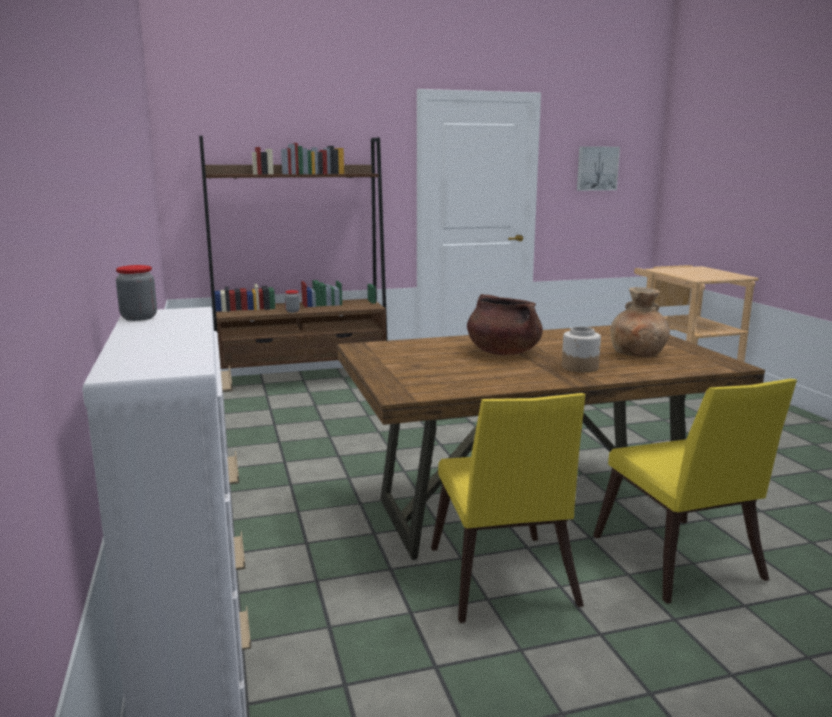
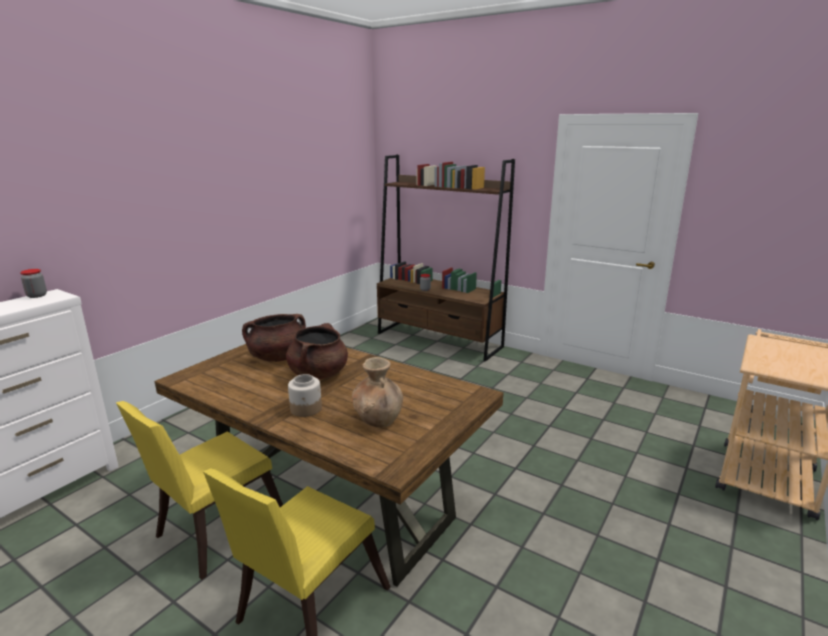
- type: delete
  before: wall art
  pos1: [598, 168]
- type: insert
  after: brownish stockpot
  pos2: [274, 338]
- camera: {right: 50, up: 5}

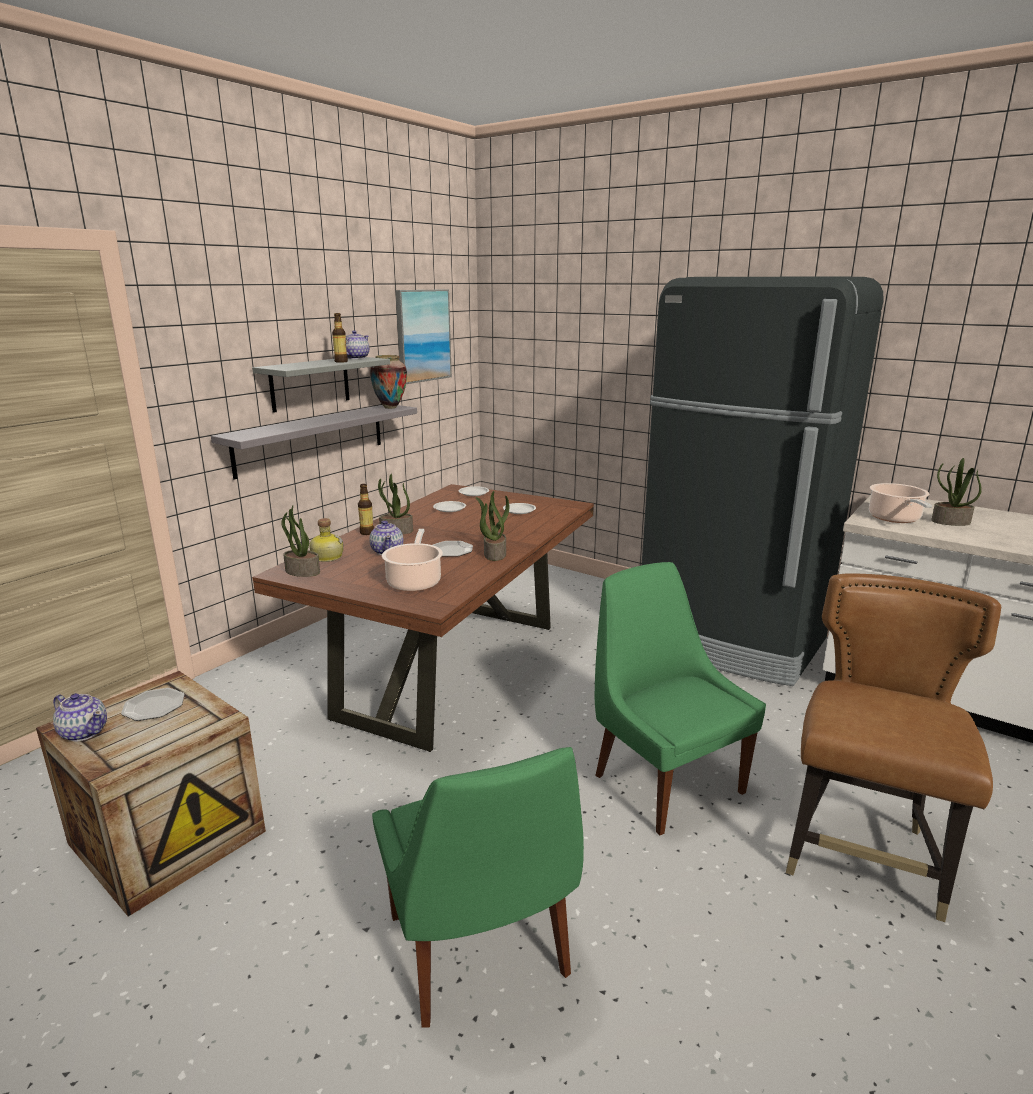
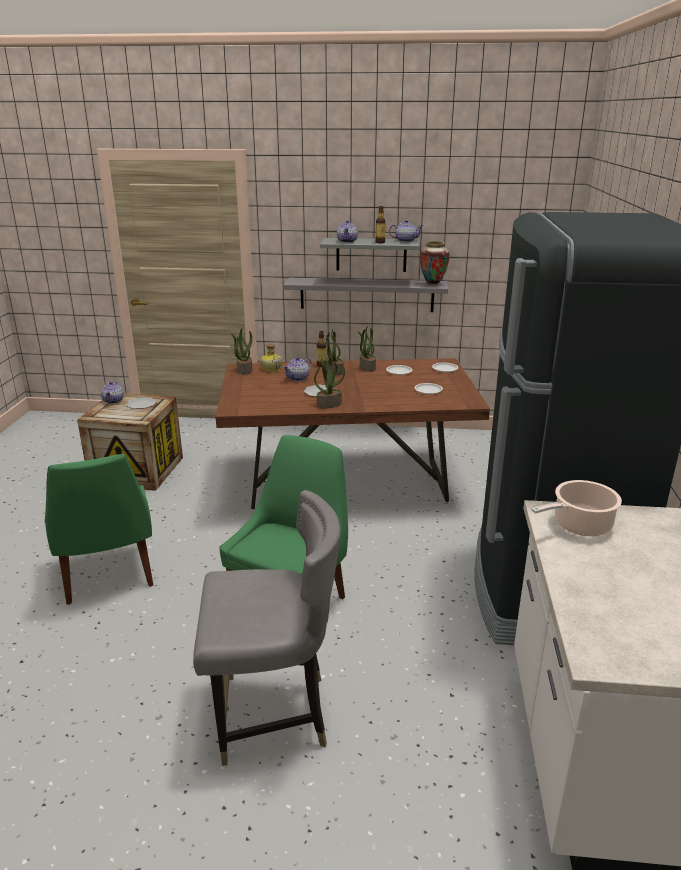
- type: delete
  before: wall art
  pos1: [424, 336]
- type: move
  before: houseplant
  pos1: [956, 492]
  pos2: [366, 349]
- type: delete
  before: stockpot
  pos1: [412, 560]
- type: recolor
  before: brownish upright chair
  after: greyish upright chair
  pos1: [893, 747]
  pos2: [266, 628]
- type: rotate
  before: green upright chair
  pos1: [478, 887]
  pos2: [99, 529]
  turn: -60
- type: insert
  after: tea pot
  pos2: [347, 231]
- camera: {right: 60, up: 5}

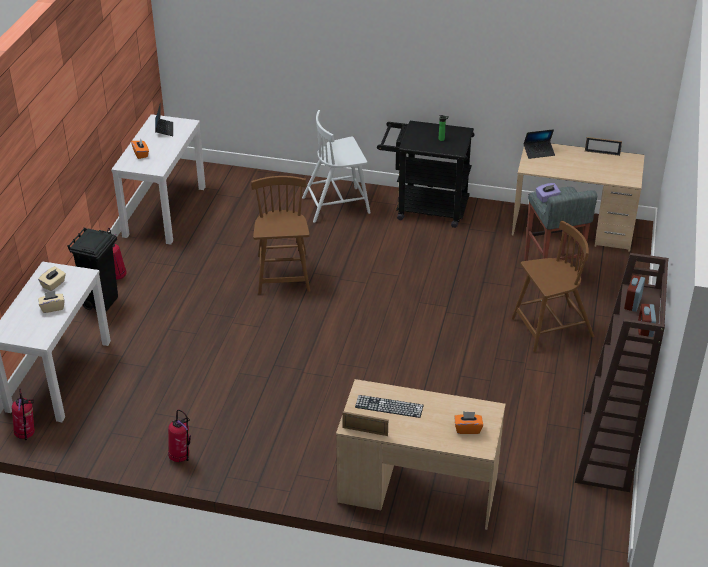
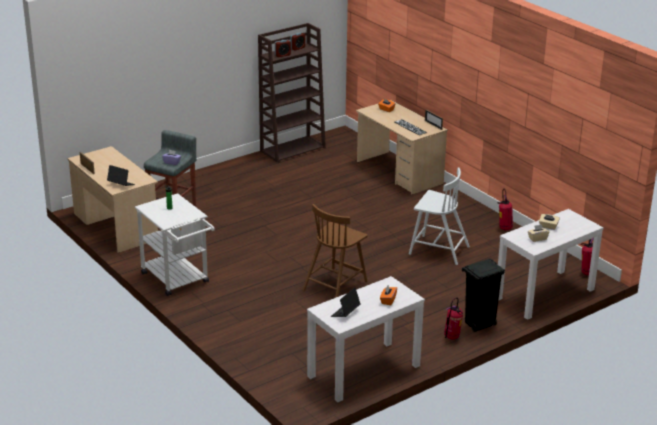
- type: move
  before: white upright chair
  pos1: [336, 166]
  pos2: [439, 216]
- type: recolor
  before: blackish cart
  after: white cart
  pos1: [426, 174]
  pos2: [175, 244]
- type: delete
  before: brownish upright chair
  pos1: [552, 286]
- camera: {right: -140, up: -10}

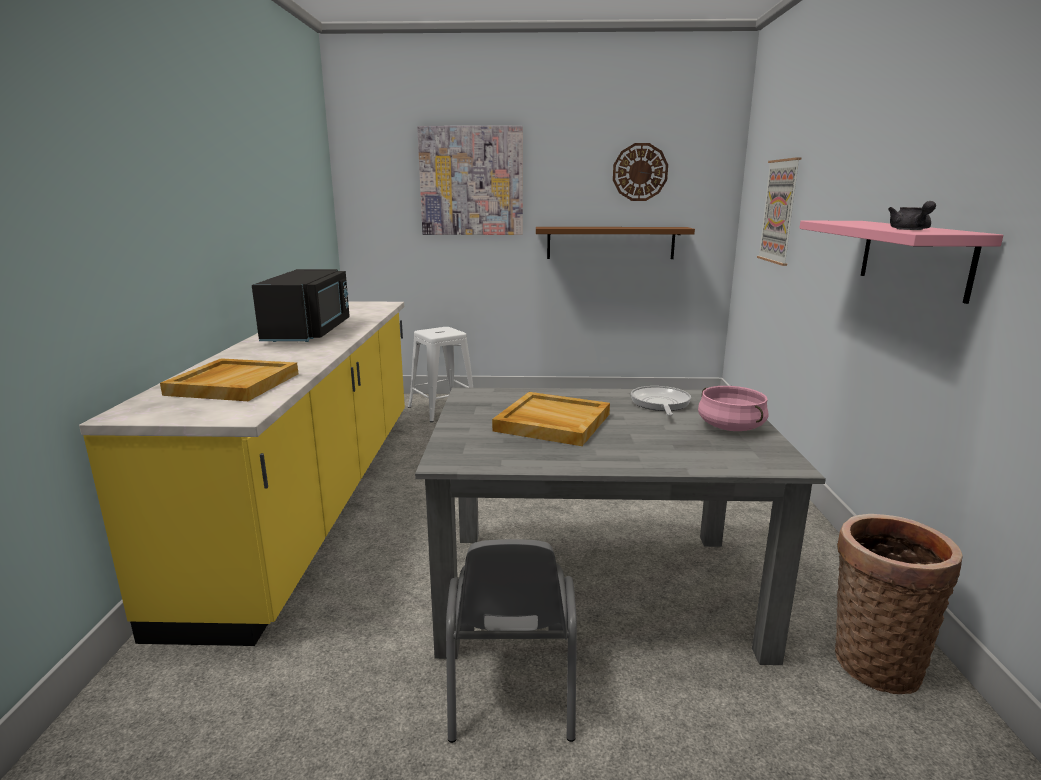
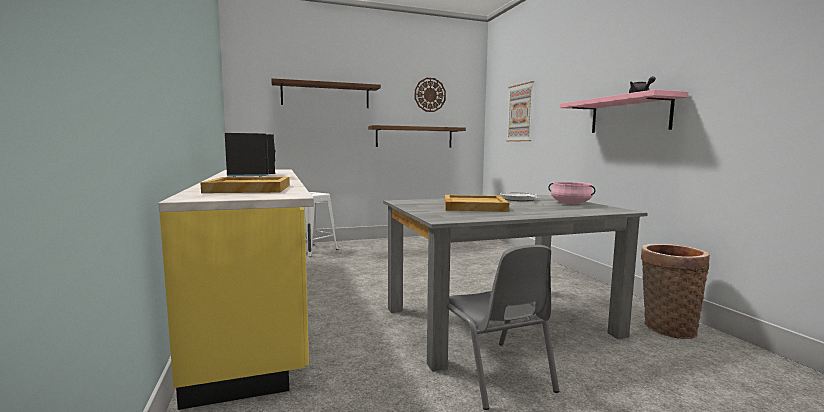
- type: replace
  before: wall art
  after: brownish shelf
  pos1: [470, 180]
  pos2: [326, 93]
- camera: {right: -20, up: -10}

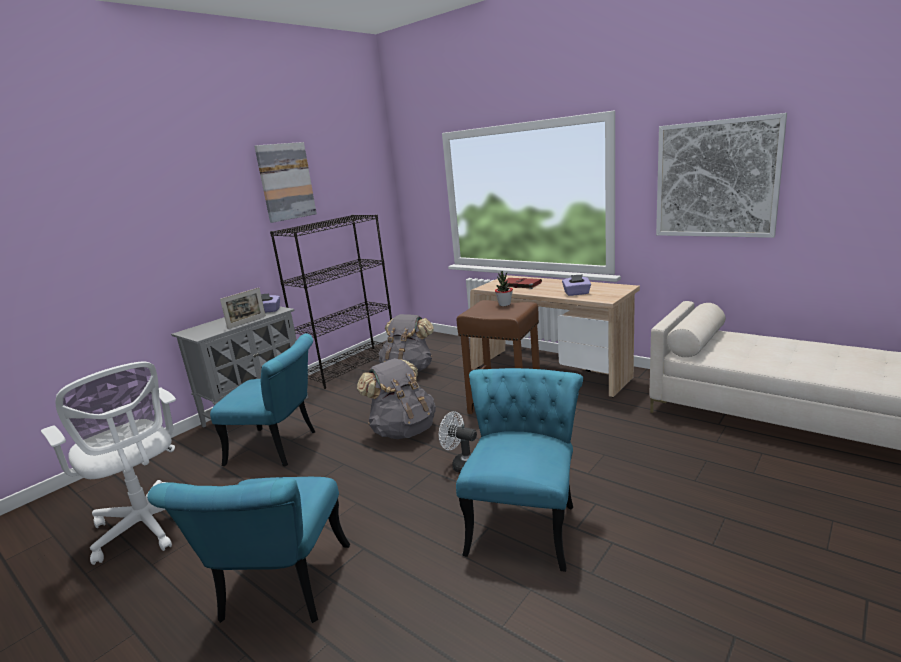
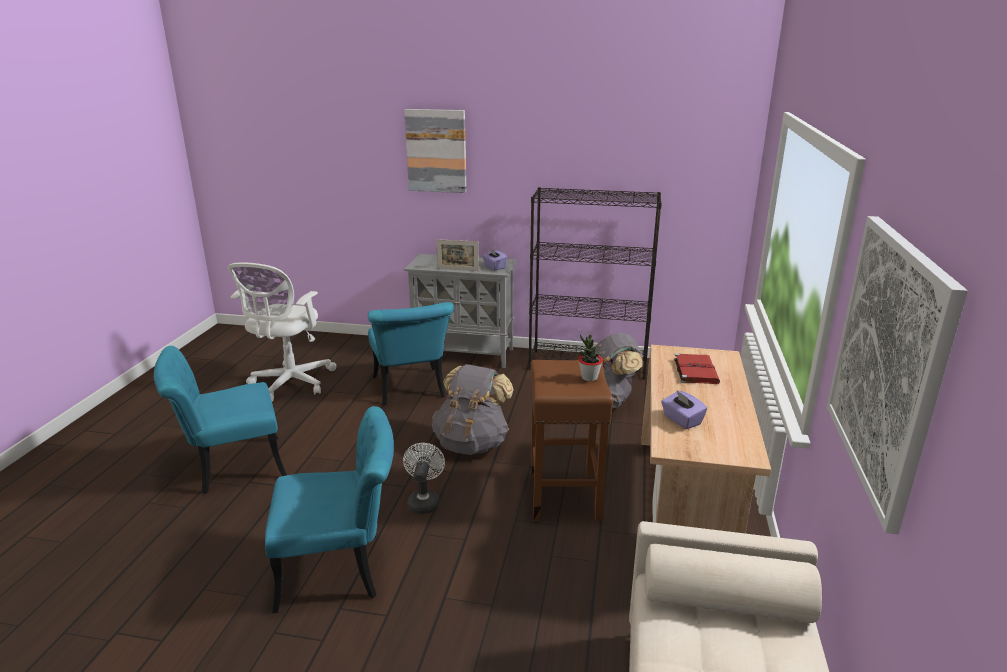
- type: move
  before: wall art
  pos1: [285, 182]
  pos2: [435, 151]
- camera: {right: 60, up: 5}

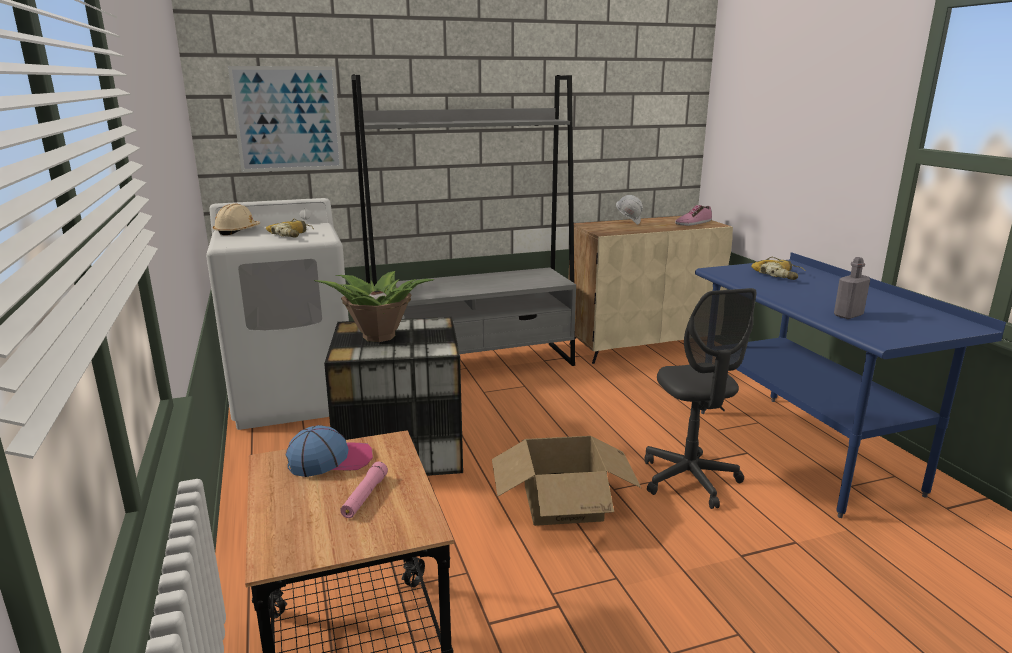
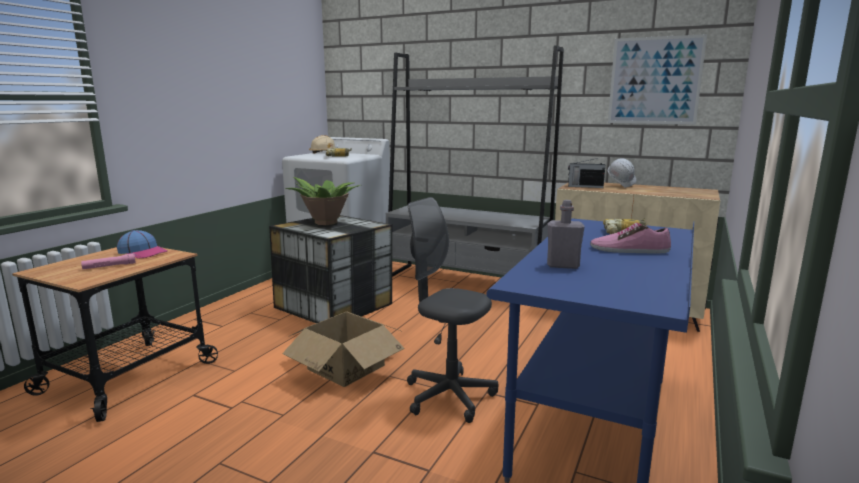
- type: move
  before: wall art
  pos1: [285, 119]
  pos2: [657, 79]
- type: move
  before: shoe
  pos1: [693, 215]
  pos2: [630, 238]
- type: rotate
  before: greyish desk chair
  pos1: [700, 398]
  pos2: [452, 310]
  turn: 90
- type: insert
  after: radio set
  pos2: [586, 173]
- camera: {right: 45, up: -5}

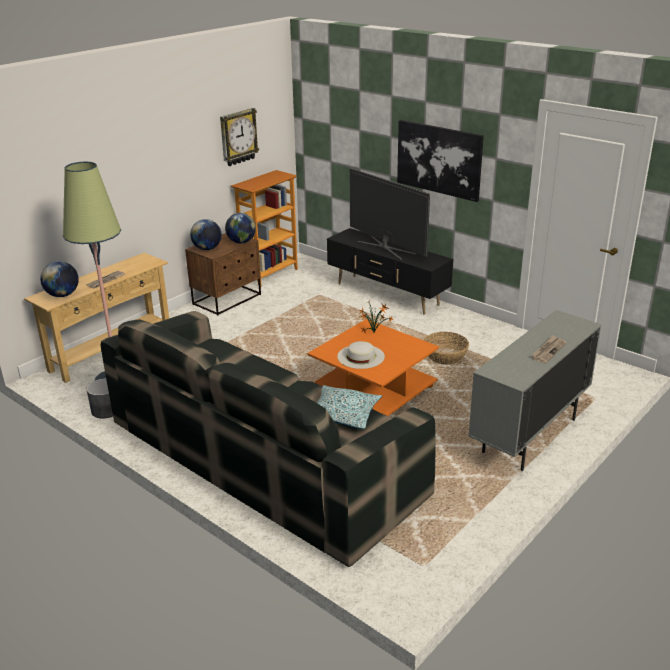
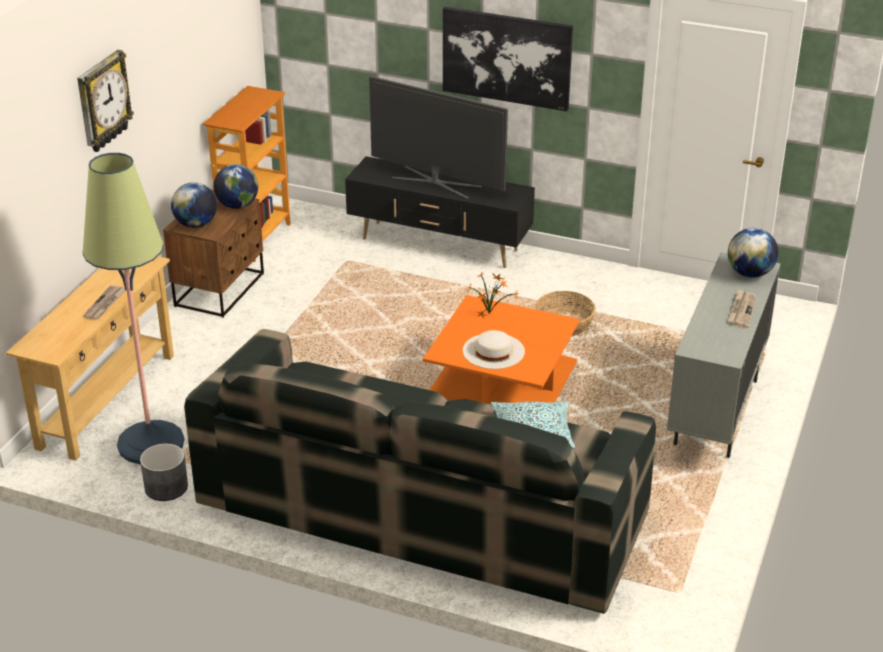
- type: move
  before: hanging clock
  pos1: [239, 137]
  pos2: [105, 101]
- type: move
  before: world globe
  pos1: [59, 279]
  pos2: [753, 253]
- camera: {right: -20, up: 5}

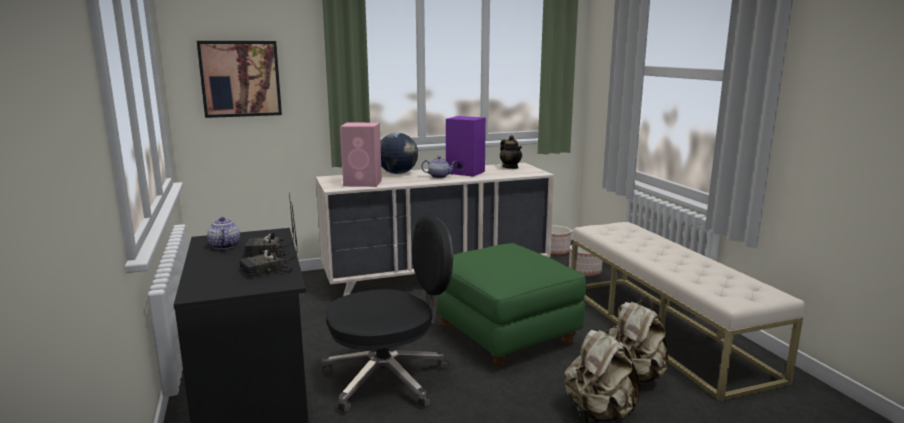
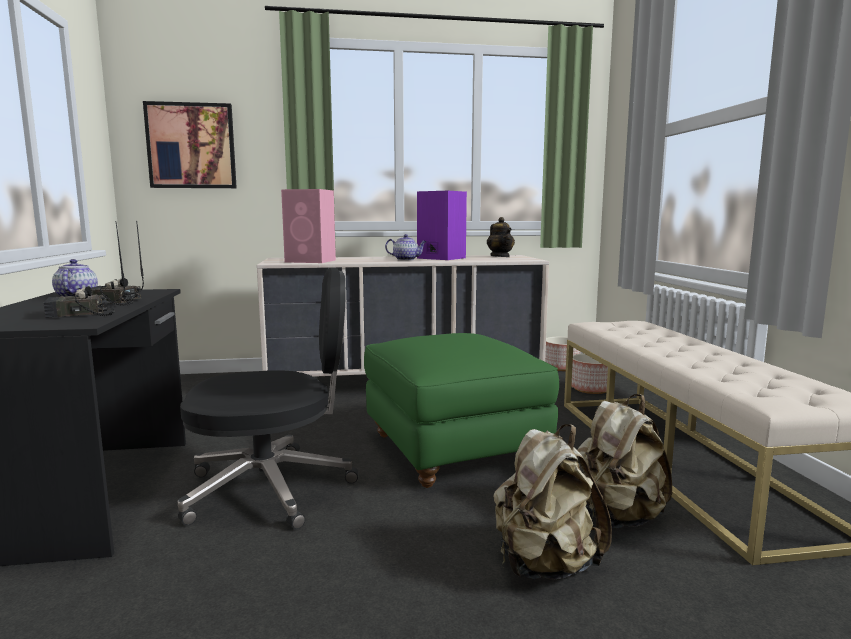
- type: delete
  before: world globe
  pos1: [399, 153]
- camera: {right: 10, up: -5}

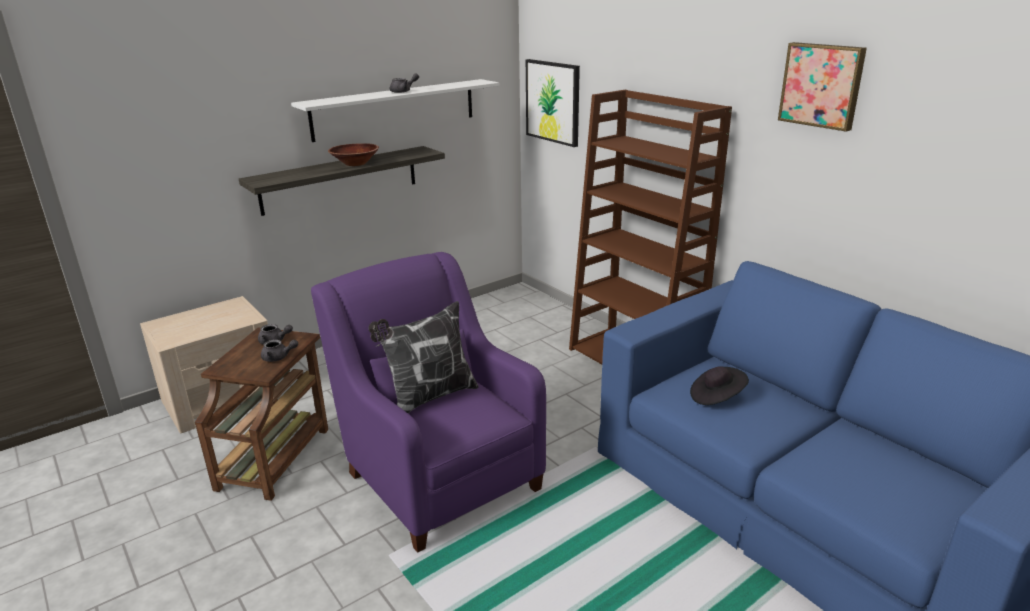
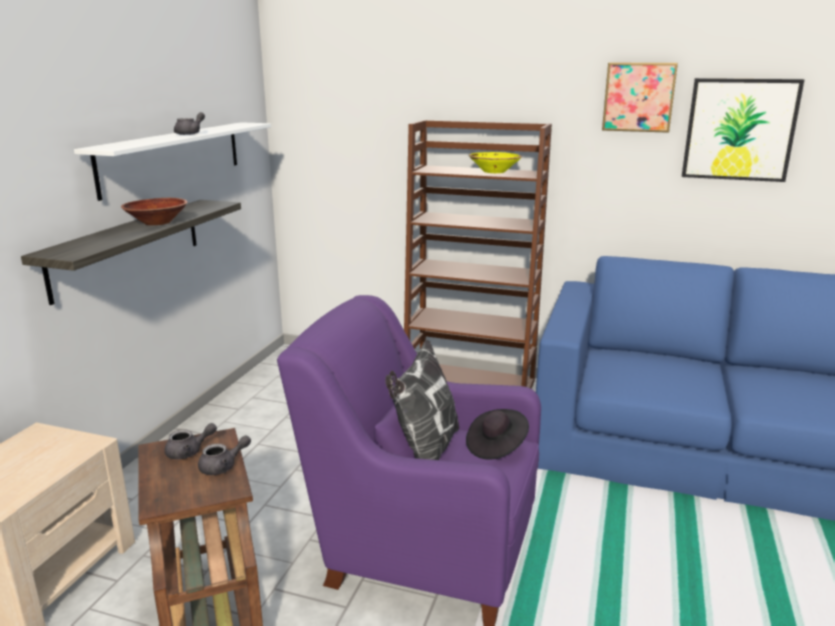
- type: move
  before: wall art
  pos1: [553, 103]
  pos2: [743, 130]
- type: move
  before: blackish wearable hat
  pos1: [719, 385]
  pos2: [497, 434]
- type: insert
  after: yellow-coloured serving bowl
  pos2: [495, 162]
- camera: {right: -35, up: -5}

